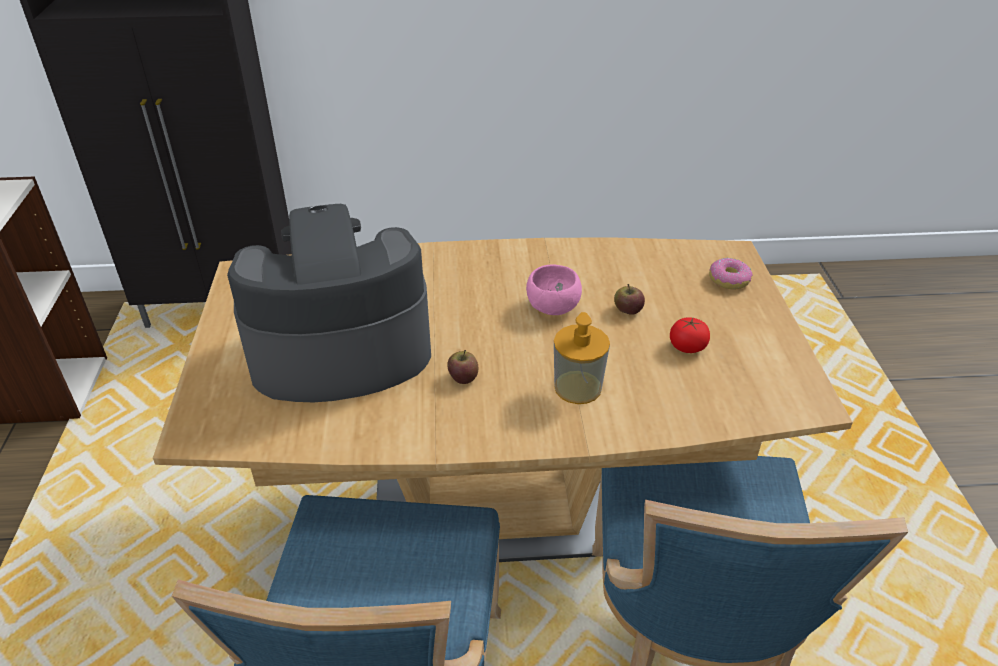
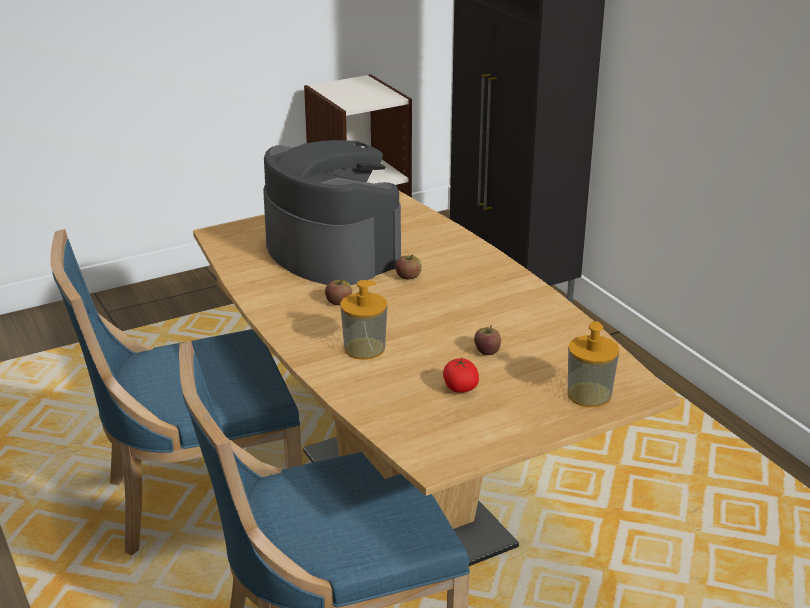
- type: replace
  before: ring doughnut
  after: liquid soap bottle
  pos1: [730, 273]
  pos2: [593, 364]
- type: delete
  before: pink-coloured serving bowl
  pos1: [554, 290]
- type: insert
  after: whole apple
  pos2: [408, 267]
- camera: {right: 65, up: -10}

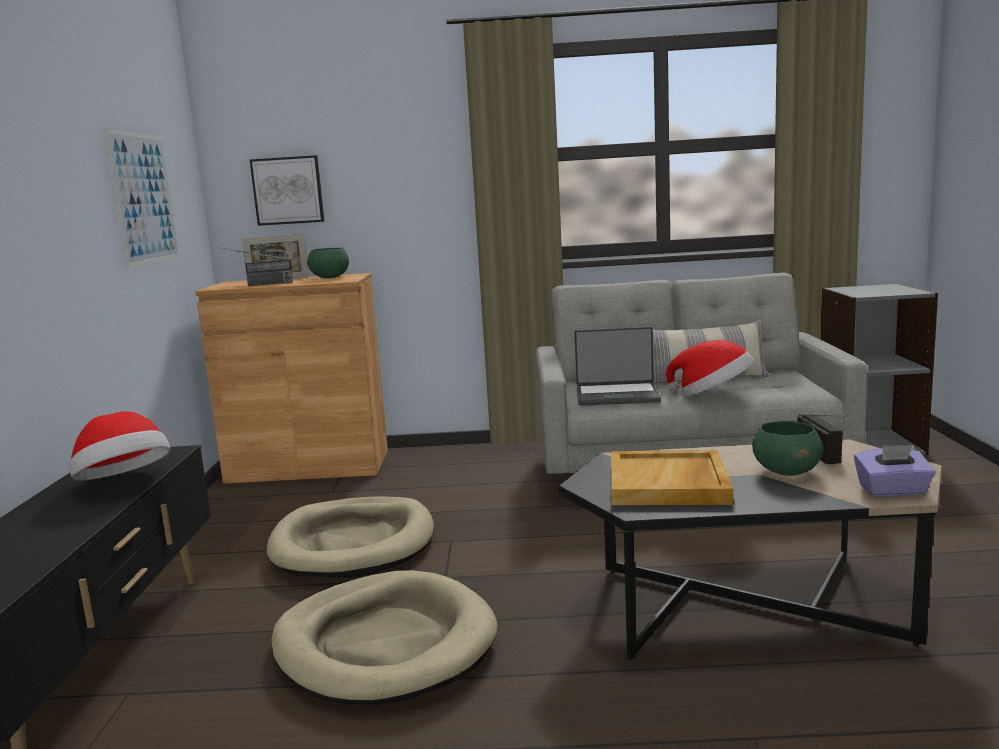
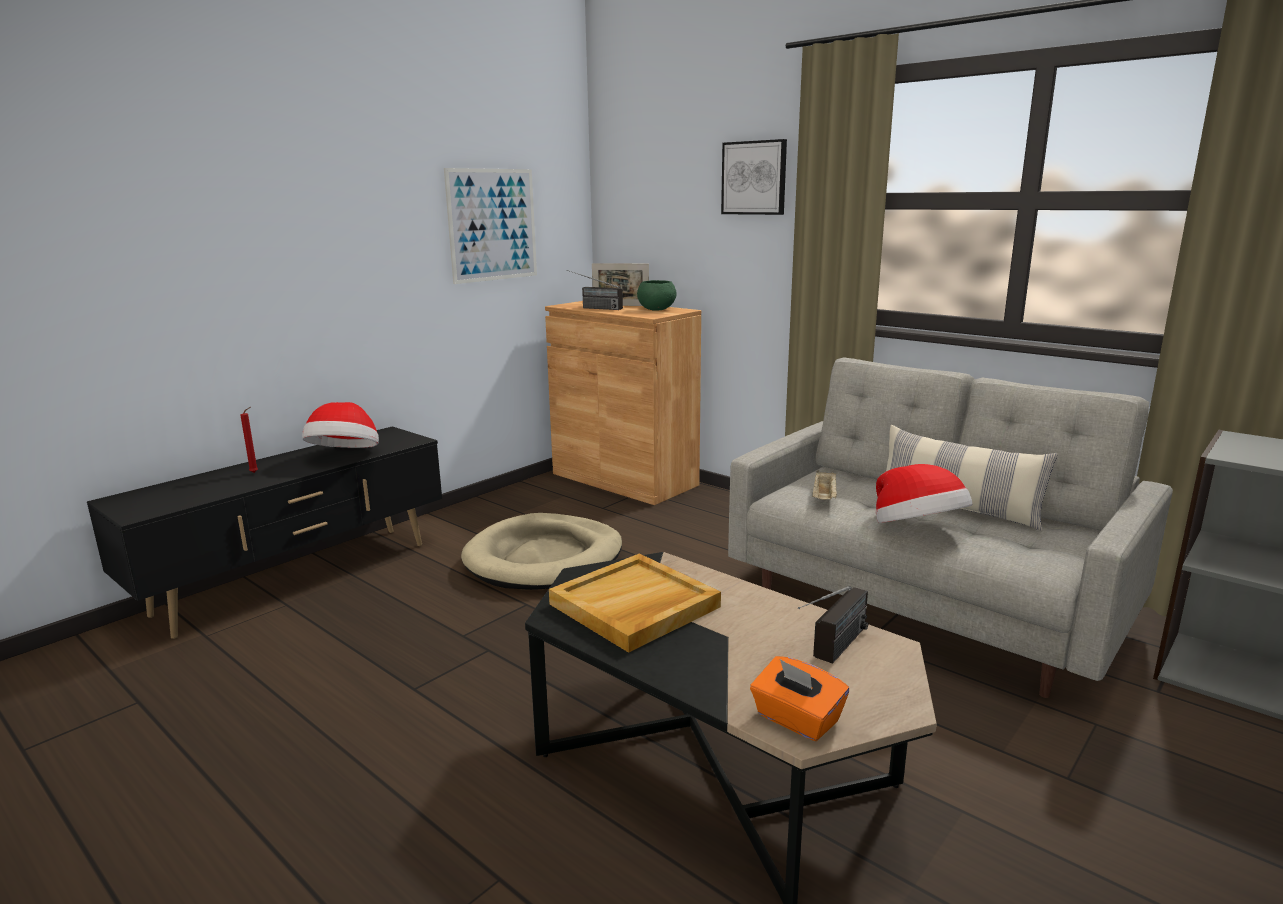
- type: move
  before: wall art
  pos1: [287, 190]
  pos2: [754, 177]
- type: replace
  before: portable computer
  after: beige serving tray
  pos1: [617, 366]
  pos2: [824, 485]
- type: delete
  before: green serving bowl
  pos1: [787, 448]
- type: recolor
  before: purple-coloured box of tissues
  after: orange box of tissues
  pos1: [894, 471]
  pos2: [799, 698]
- type: delete
  before: beige dog cushion
  pos1: [384, 637]
- type: insert
  after: reddish wax candle
  pos2: [249, 440]
- camera: {right: 40, up: 5}

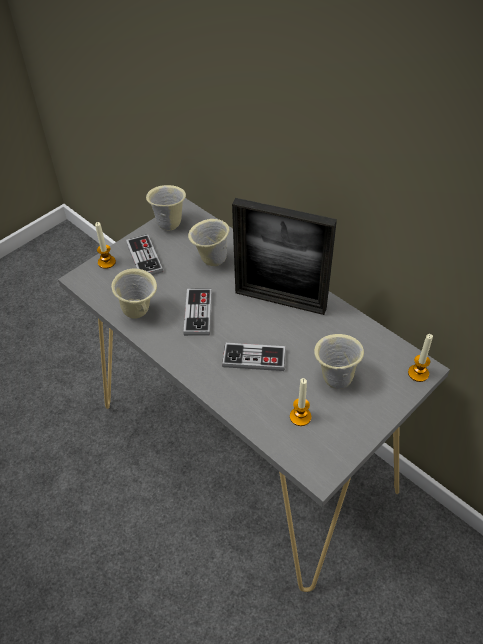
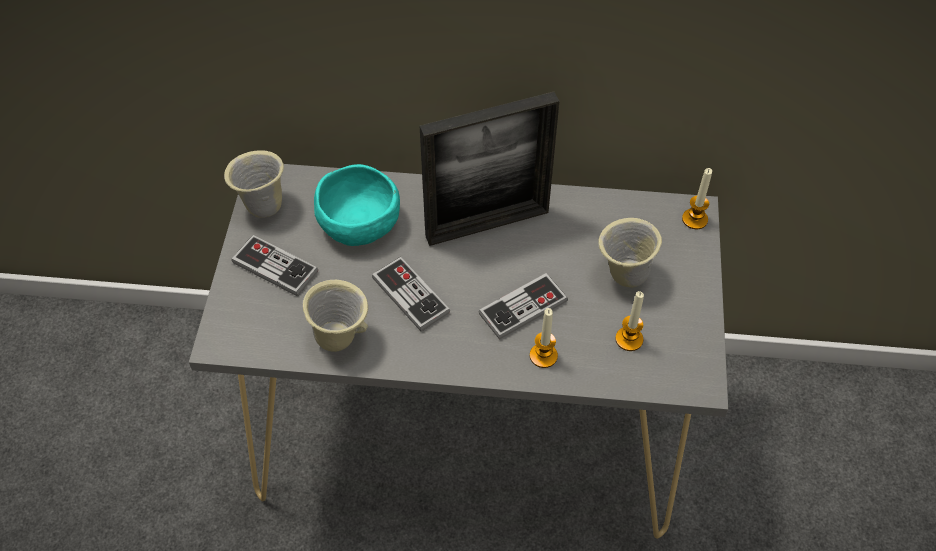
- type: replace
  before: beige tea mug
  after: turquoise serving bowl
  pos1: [209, 242]
  pos2: [357, 205]
- type: move
  before: wax candle
  pos1: [105, 245]
  pos2: [544, 338]
- camera: {right: -40, up: 5}

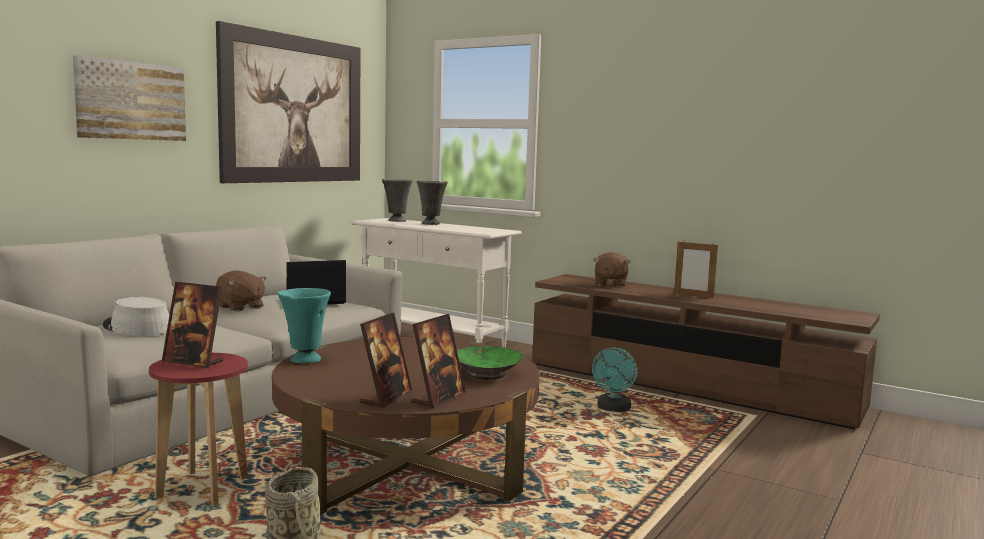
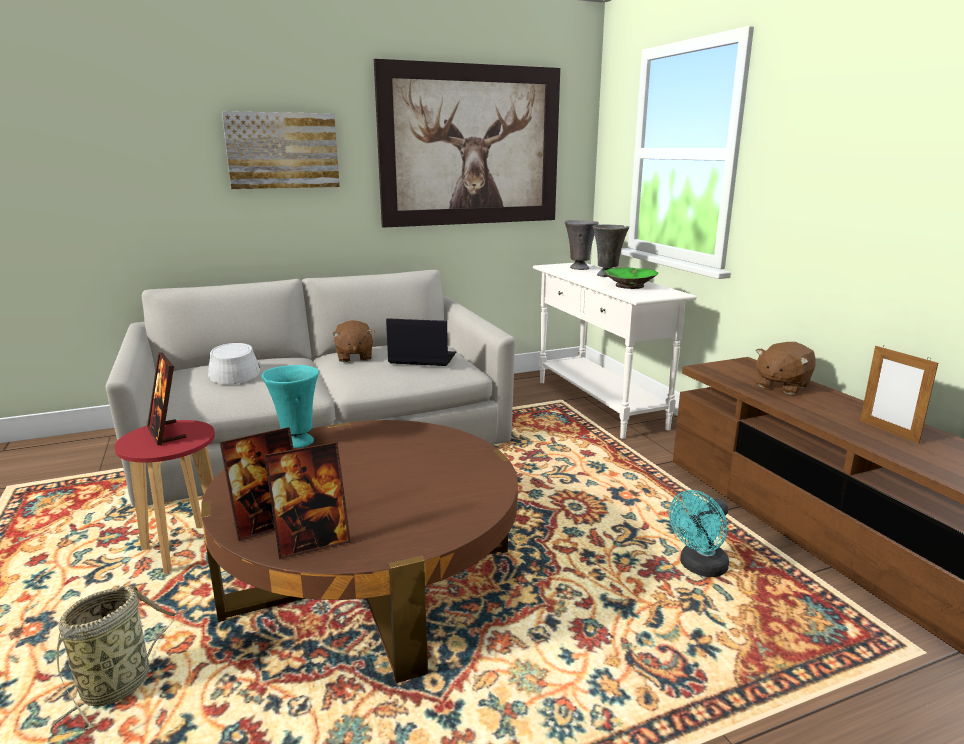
- type: move
  before: green serving bowl
  pos1: [490, 363]
  pos2: [631, 278]
- camera: {right: 35, up: 10}

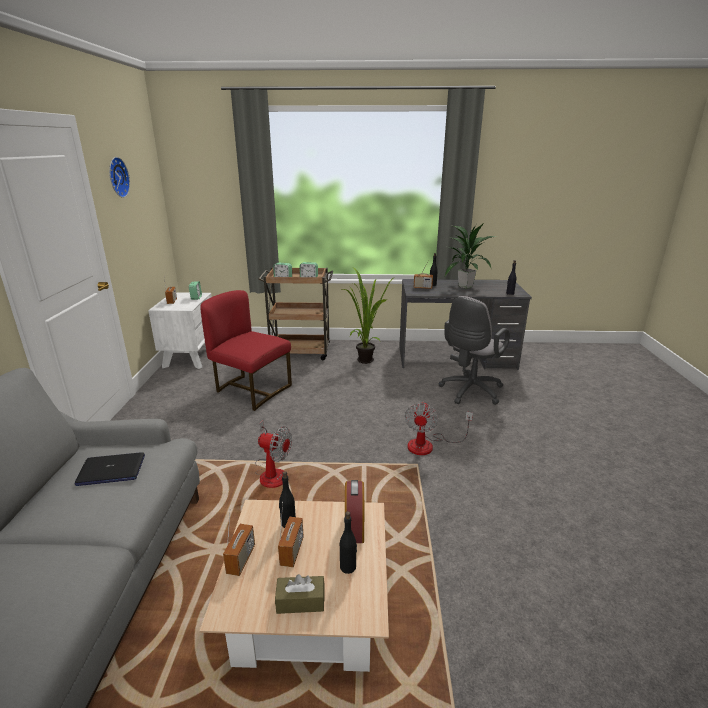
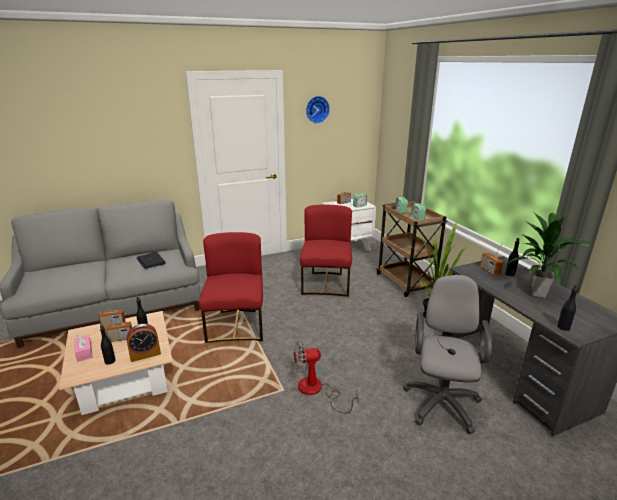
- type: rotate
  before: greyish desk chair
  pos1: [474, 350]
  pos2: [447, 354]
  turn: 90
- type: replace
  before: cooling fan
  after: reddish upright chair
  pos1: [273, 454]
  pos2: [231, 287]
- type: recolor
  before: brownish box of tissues
  after: pink-coloured box of tissues
  pos1: [300, 594]
  pos2: [83, 348]
- camera: {right: 65, up: 0}

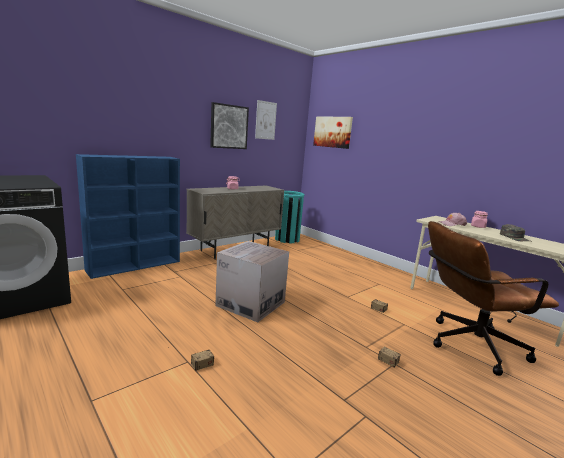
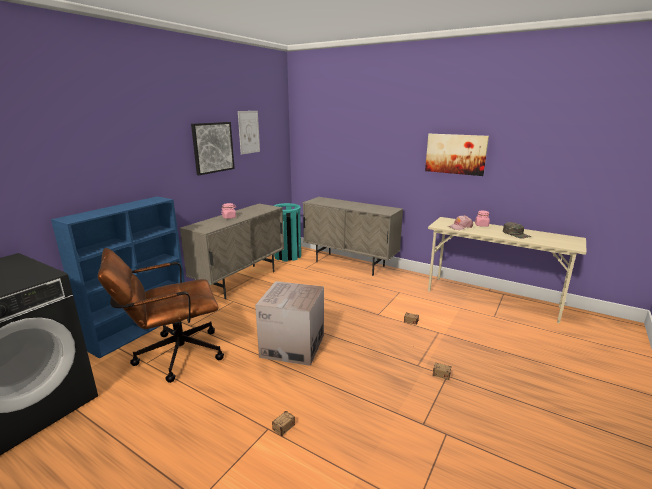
- type: move
  before: wall art
  pos1: [333, 132]
  pos2: [457, 155]
- type: move
  before: brownish desk chair
  pos1: [493, 298]
  pos2: [161, 315]
- type: insert
  after: beige storage cabinet
  pos2: [353, 236]
- camera: {right: -15, up: 5}

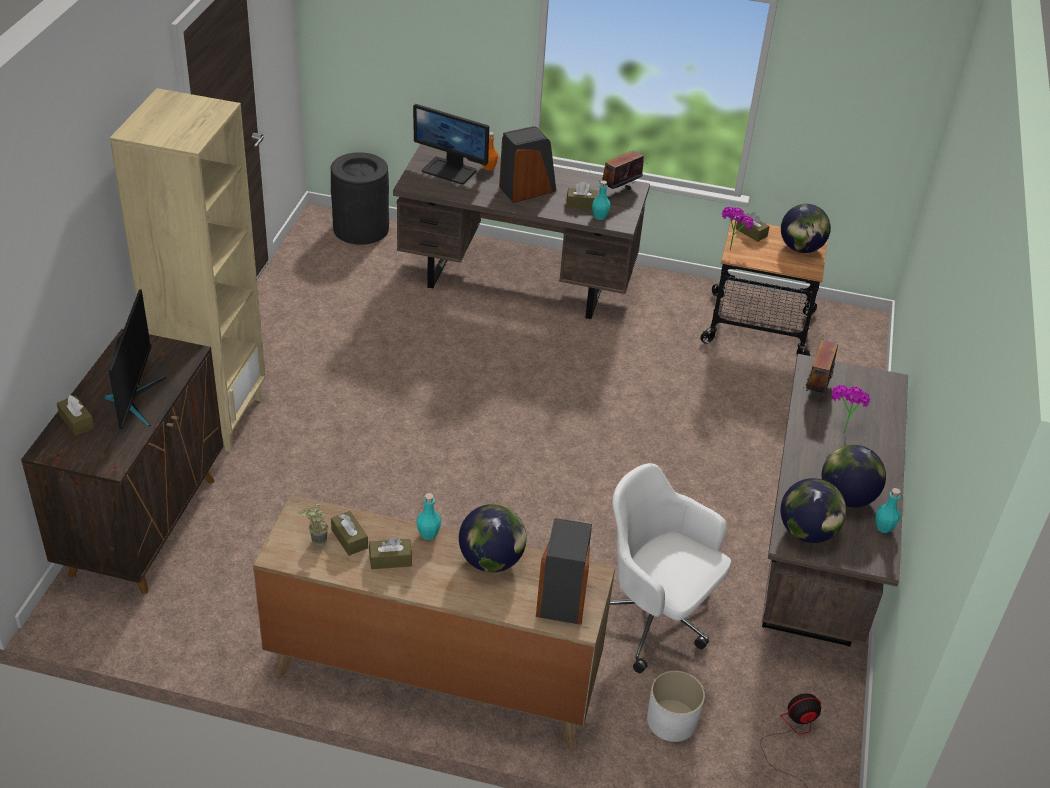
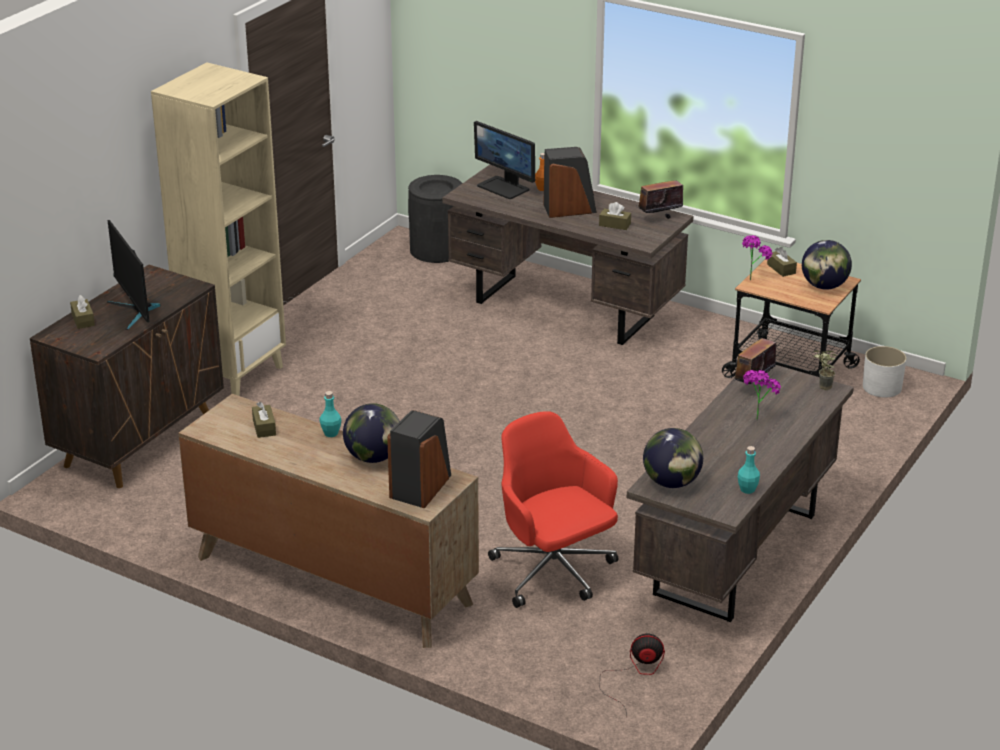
- type: delete
  before: turquoise drink bottle
  pos1: [601, 200]
- type: rotate
  before: computer display
  pos1: [135, 359]
  pos2: [133, 275]
  turn: 135
- type: delete
  before: world globe
  pos1: [854, 476]
- type: recolor
  before: white desk chair
  after: reddish desk chair
  pos1: [670, 568]
  pos2: [553, 509]
- type: move
  before: houseplant
  pos1: [314, 524]
  pos2: [825, 370]
- type: delete
  before: brownish box of tissues
  pos1: [390, 553]
- type: move
  before: white plant pot
  pos1: [676, 706]
  pos2: [885, 372]
- camera: {right: 20, up: -10}

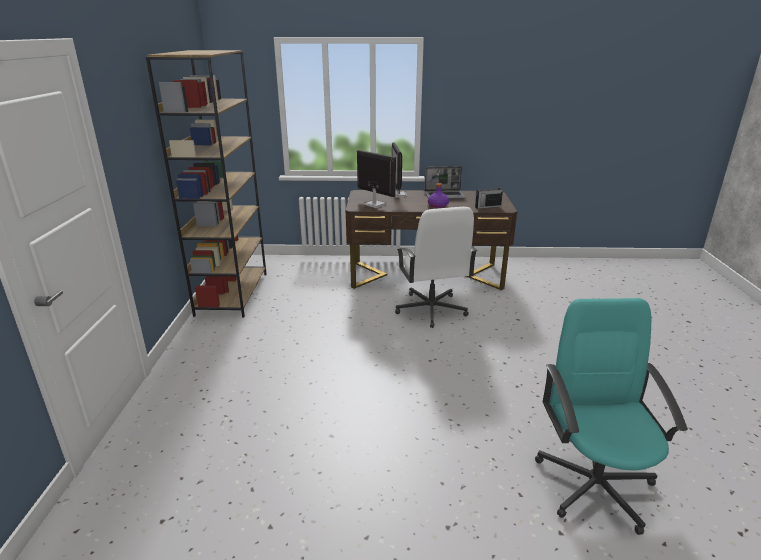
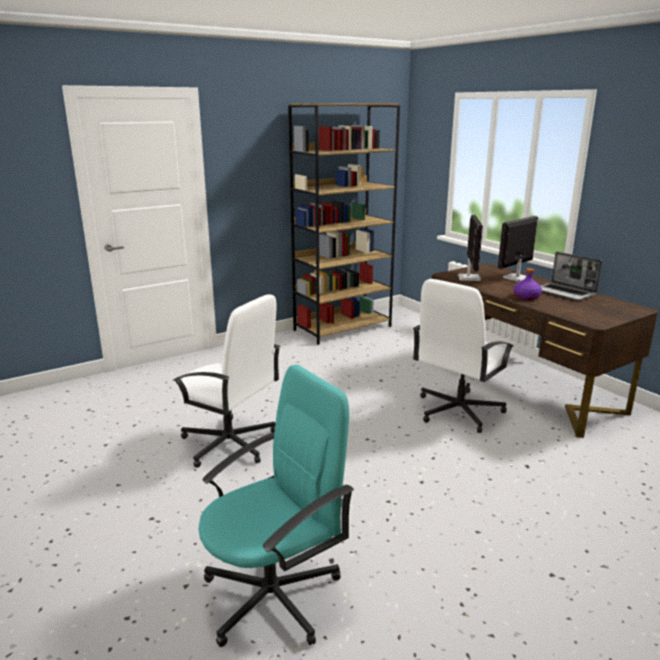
- type: delete
  before: radio set
  pos1: [489, 197]
- type: insert
  after: white desk chair
  pos2: [227, 381]
- camera: {right: 55, up: -5}

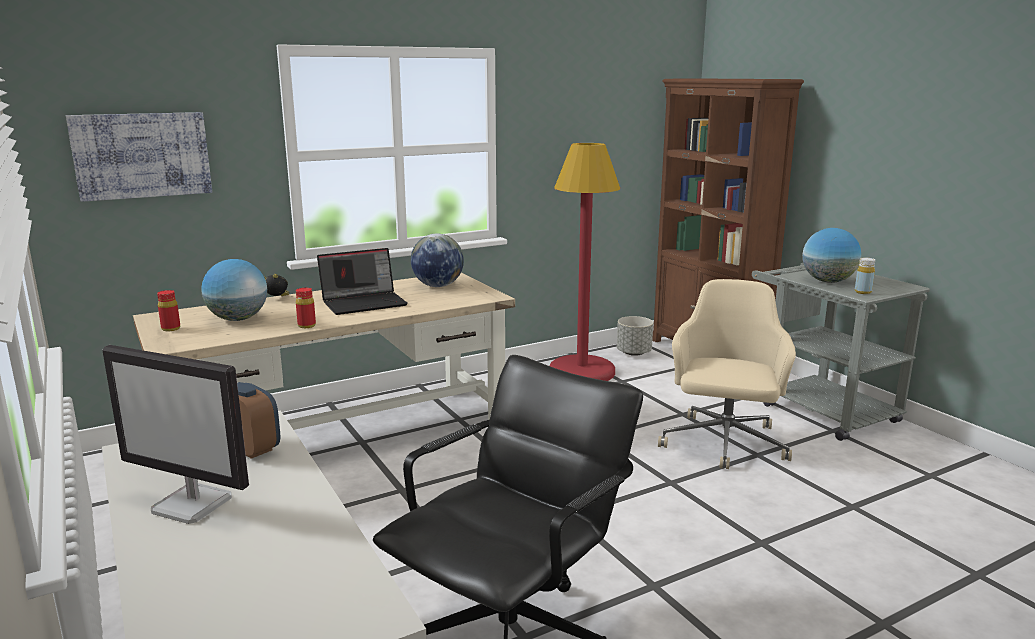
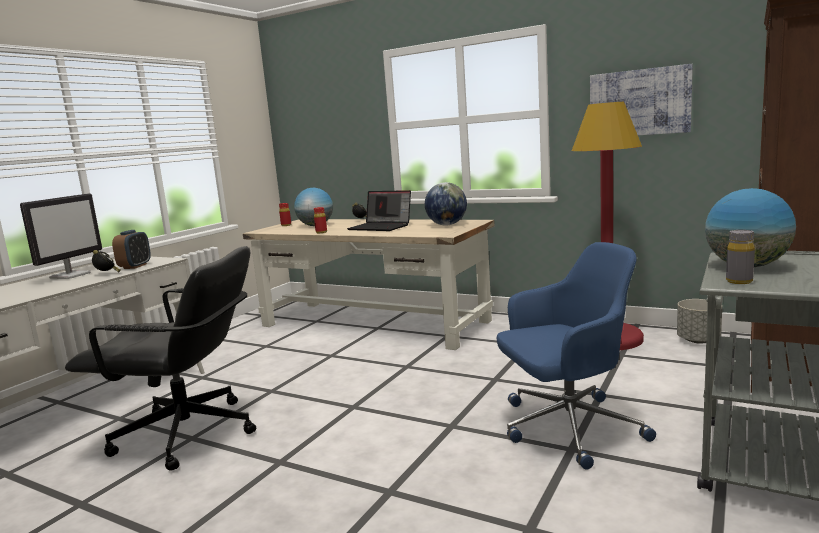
- type: move
  before: wall art
  pos1: [139, 157]
  pos2: [641, 99]
- type: recolor
  before: yellow-coloured drink bottle
  after: greyish drink bottle
  pos1: [865, 276]
  pos2: [740, 257]
- type: recolor
  before: beige desk chair
  after: blue desk chair
  pos1: [727, 374]
  pos2: [576, 356]
- type: rotate
  before: computer display
  pos1: [175, 434]
  pos2: [61, 236]
  turn: -150
- type: insert
  after: bedside clock
  pos2: [106, 261]
- camera: {right: 60, up: -5}

